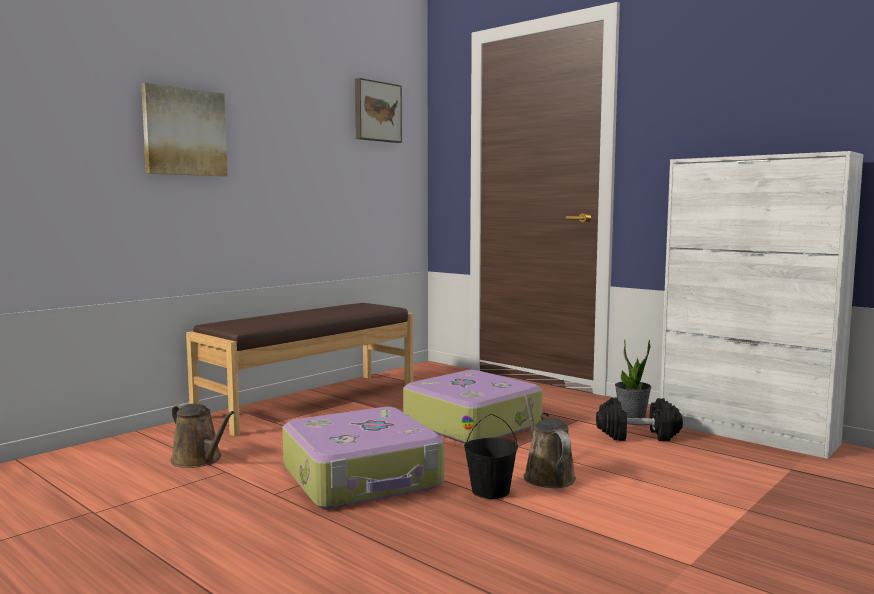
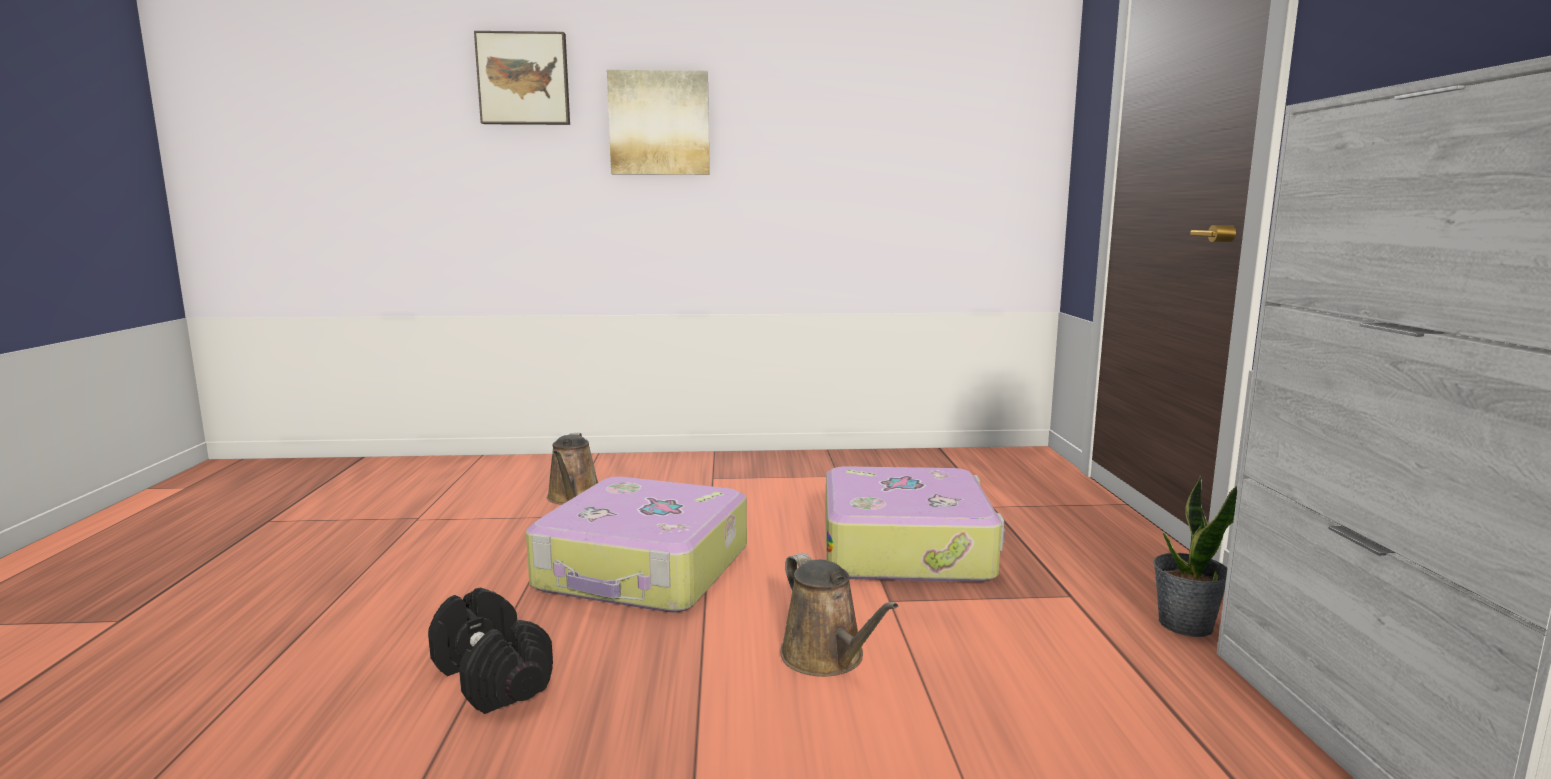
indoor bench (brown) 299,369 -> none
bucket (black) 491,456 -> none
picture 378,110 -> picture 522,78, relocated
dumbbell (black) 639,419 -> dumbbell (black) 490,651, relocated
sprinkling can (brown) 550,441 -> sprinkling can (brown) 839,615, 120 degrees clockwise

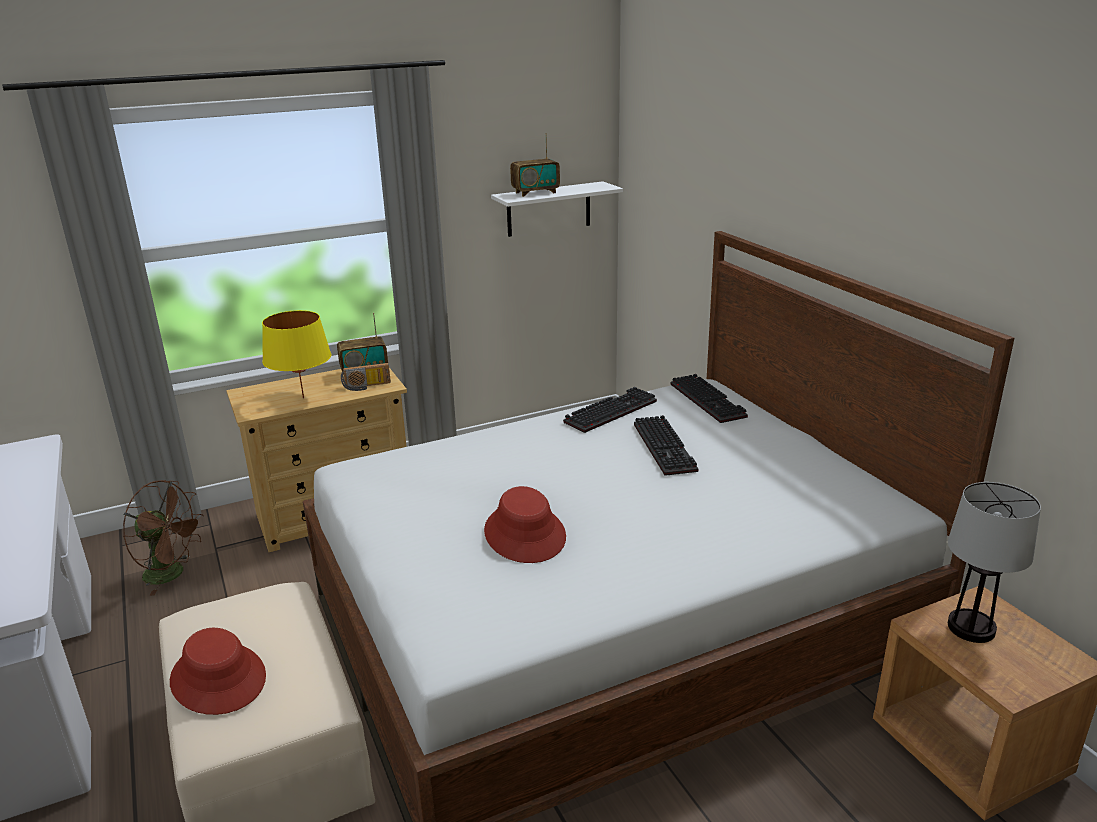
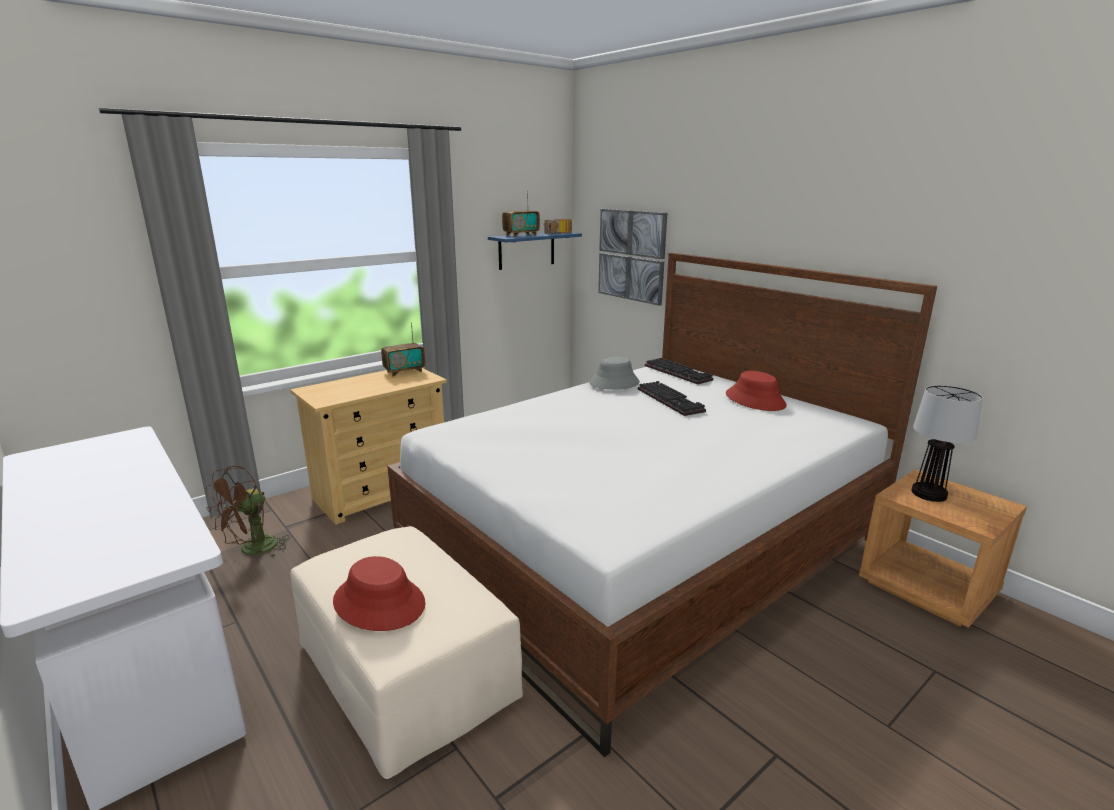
tabletop lamp (yellowish) 296,354 -> none
none -> picture 632,257
radio set 366,377 -> radio set 558,226, relocated
clothing hat (reddish) 525,524 -> clothing hat (reddish) 756,391, relocated
PC keyboard 610,410 -> clothing hat (greyish) 614,373
shelf (white-coloured) 557,209 -> shelf (bluish) 535,251
fan (brown) 163,538 -> fan (brown) 248,511, 120 degrees clockwise

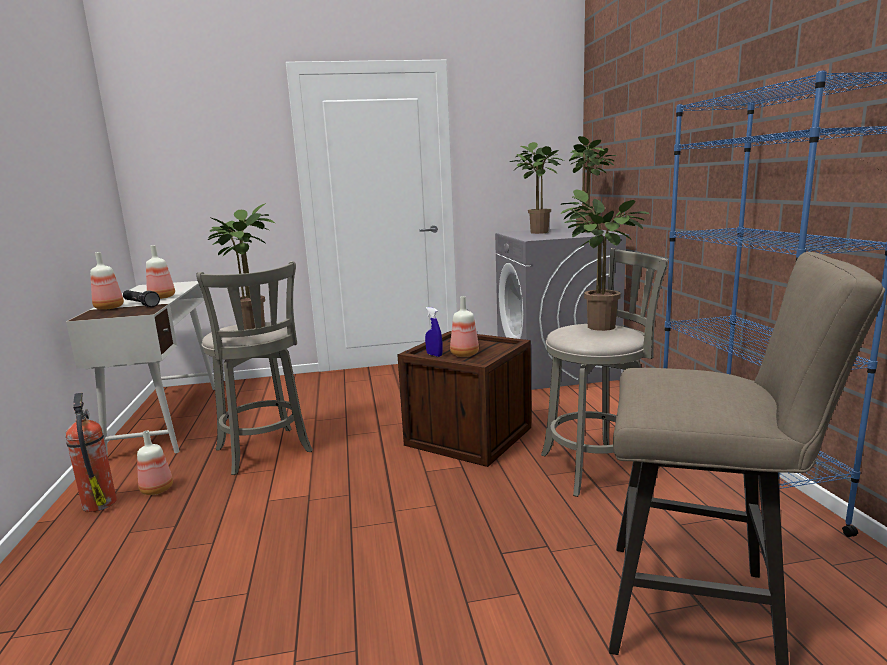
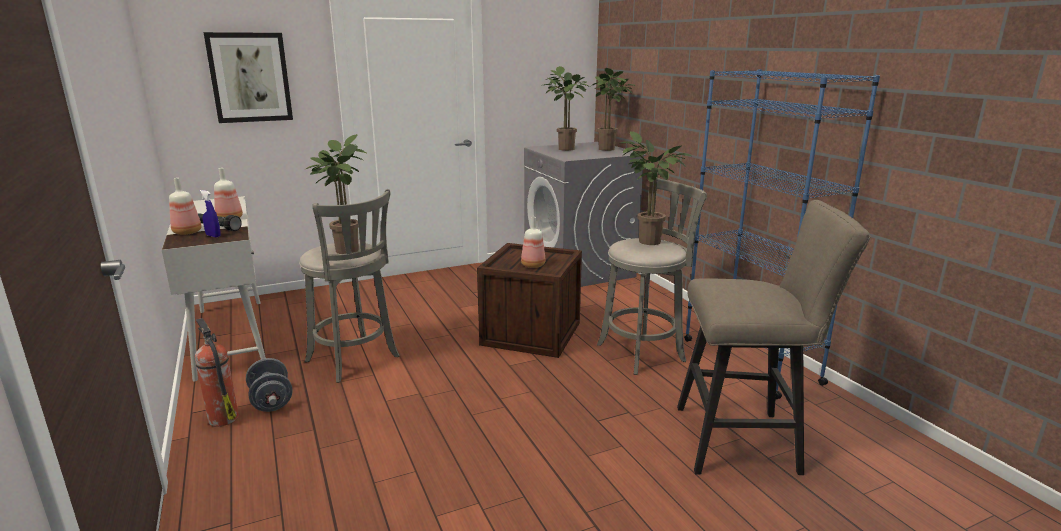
none -> picture 248,77
hand sprayer (bluish) 434,332 -> hand sprayer (bluish) 210,214, relocated
drink bottle 155,463 -> dumbbell (greyish) 269,385

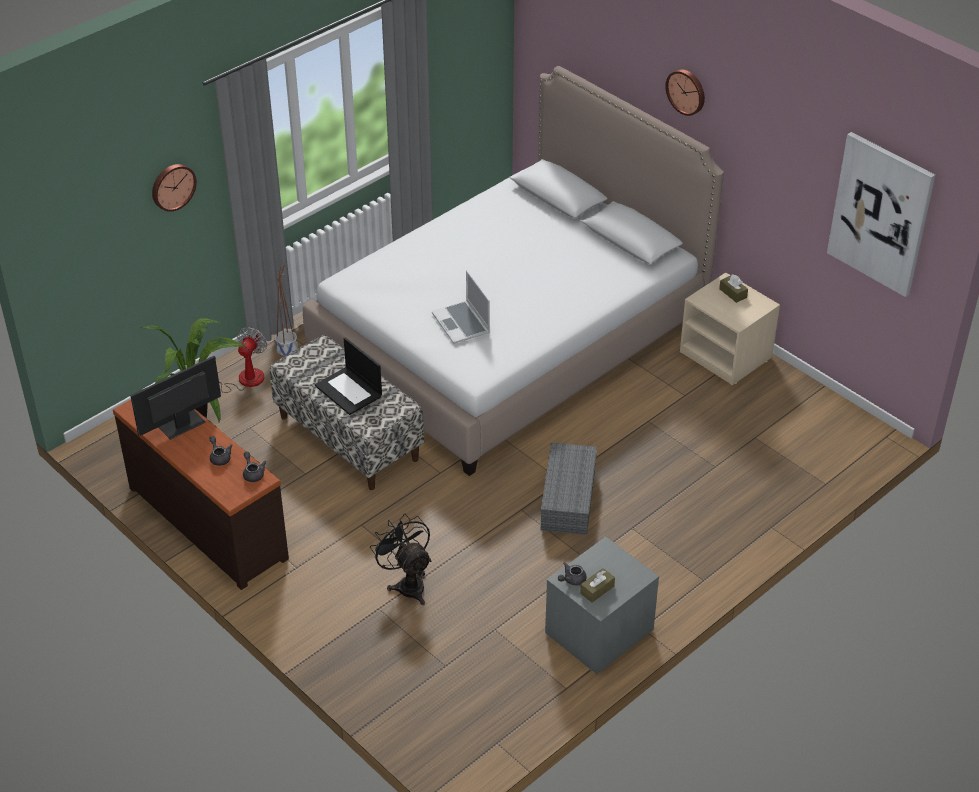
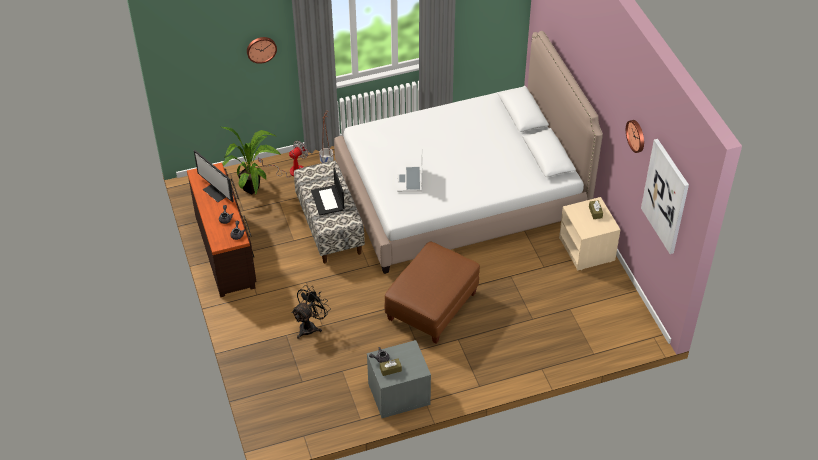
wall clock 685,92 -> wall clock 635,136, relocated
storage box (greyish) 569,489 -> footrest (brown) 432,293
computer screen 175,398 -> computer screen 214,176, 120 degrees counterclockwise
fan (black) 400,559 -> fan (black) 311,312, 45 degrees clockwise

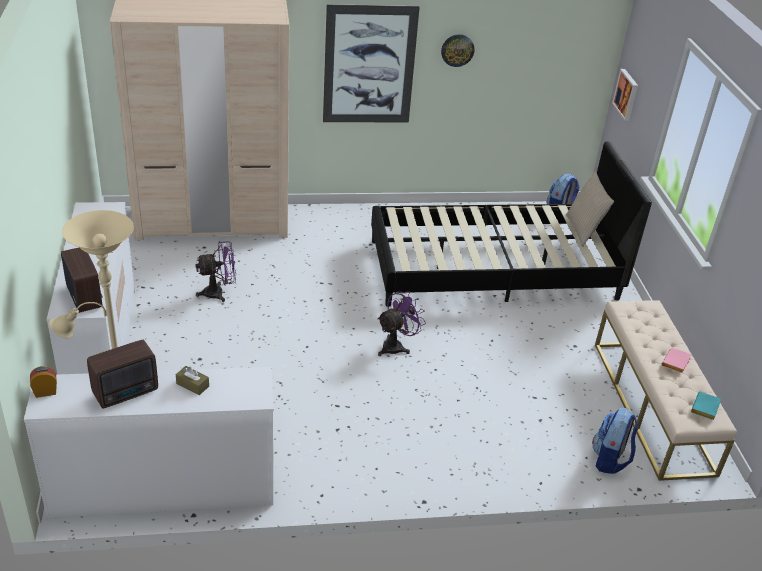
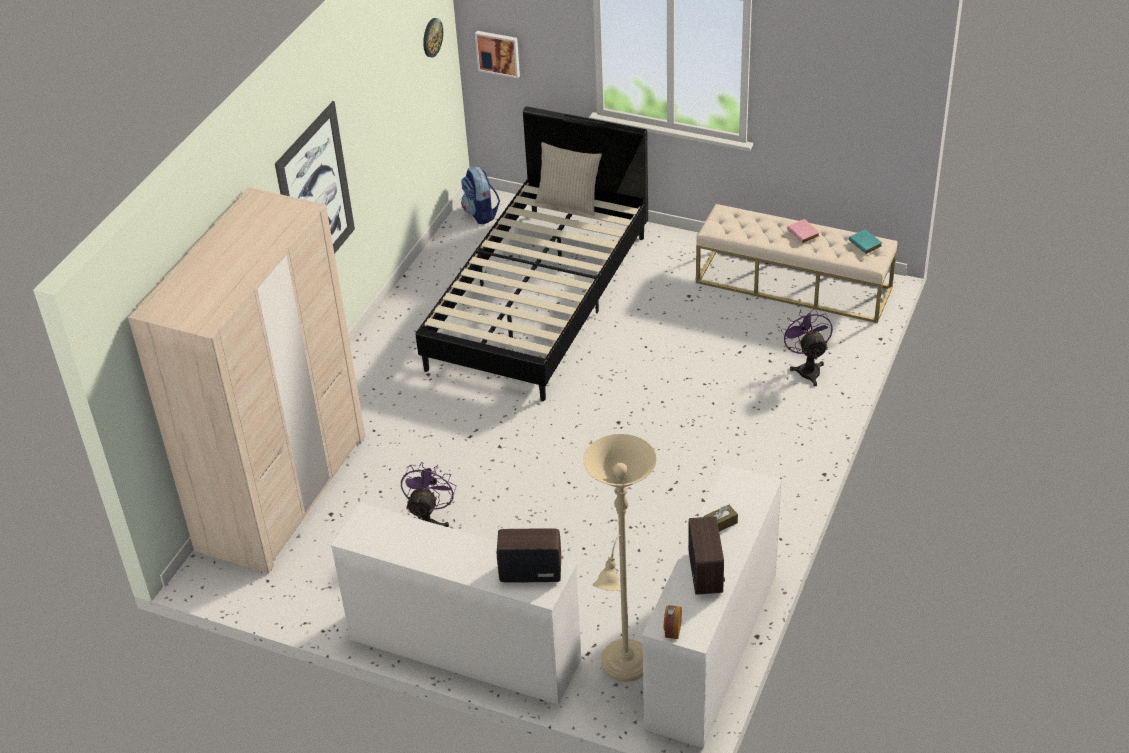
knapsack 615,441 -> none
fan (purple) 402,323 -> fan (purple) 807,347, relocated
wall clock 457,50 -> wall clock 433,37, relocated

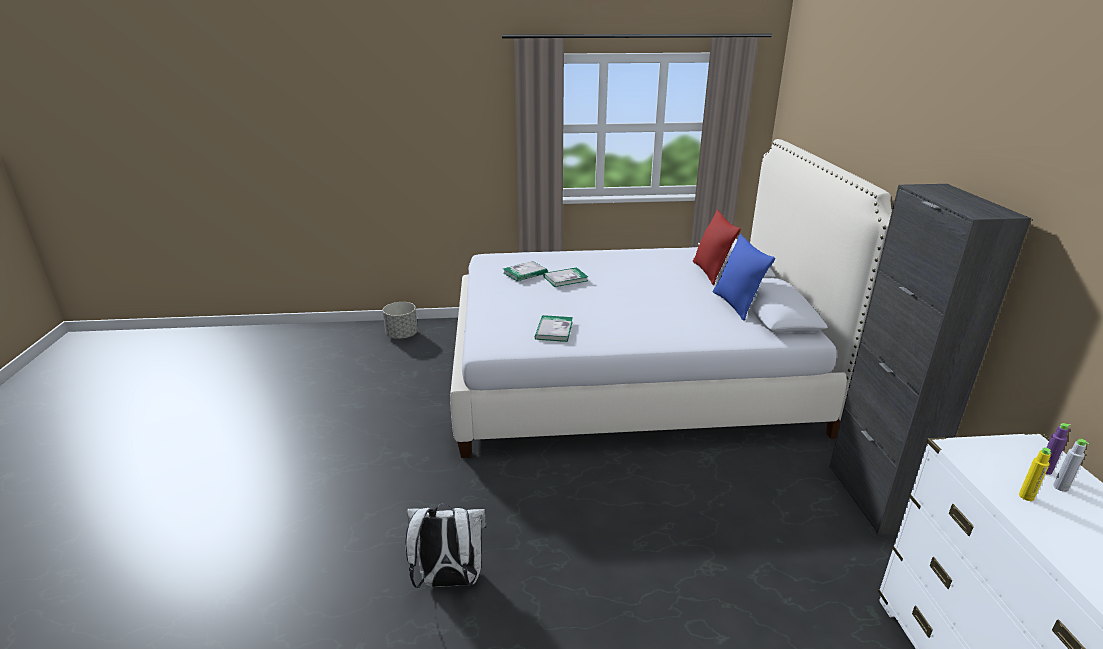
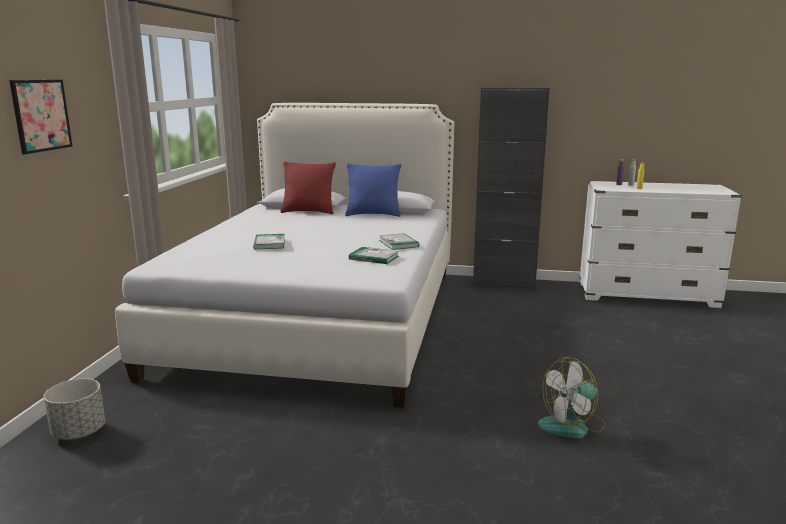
none -> picture 41,117
book 525,271 -> book 399,241, relocated
knapsack (white-coloured) 446,545 -> fan 572,397

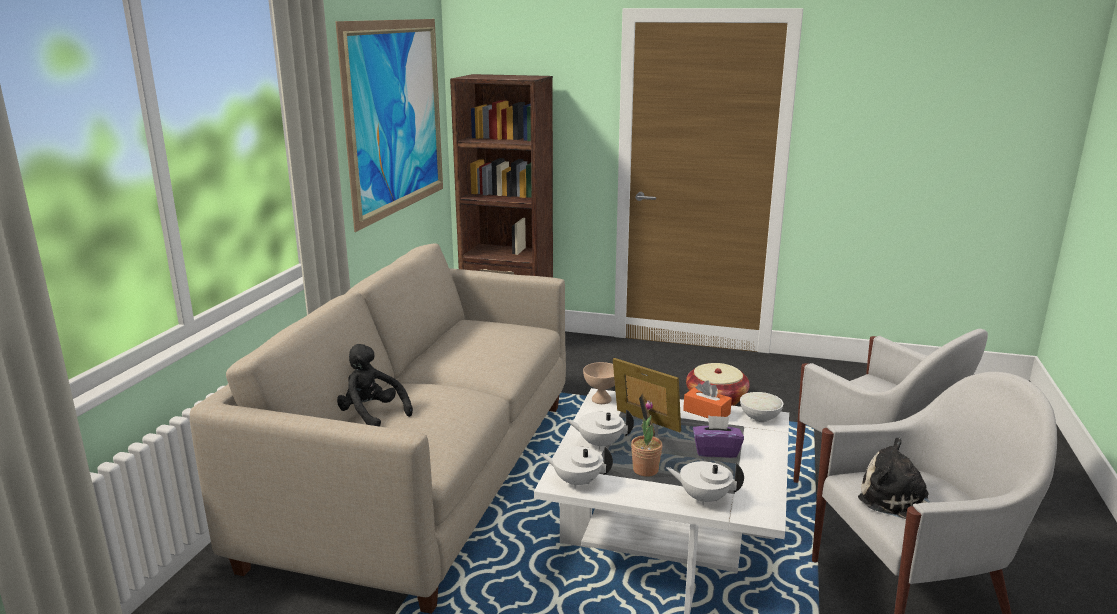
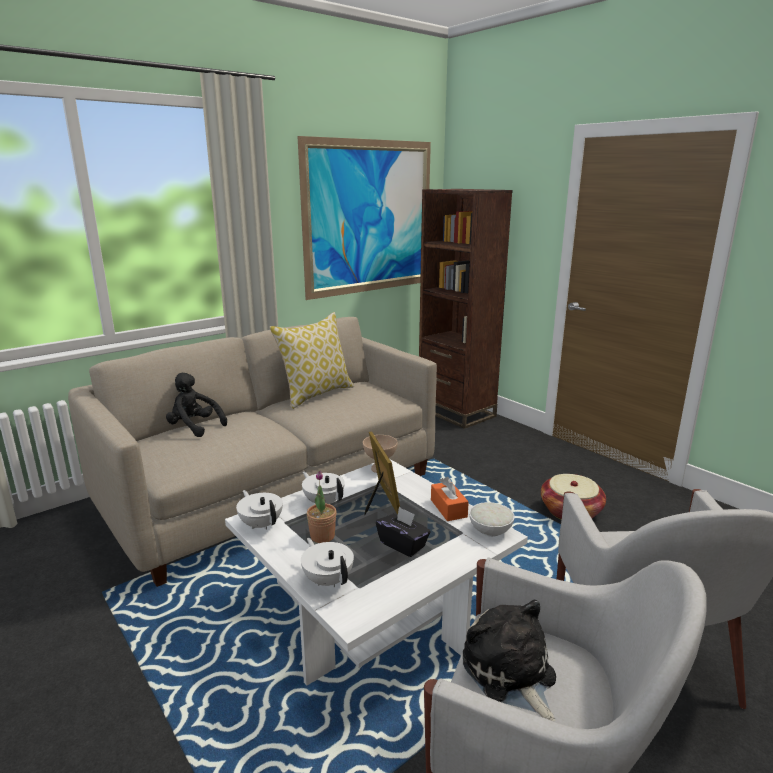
none -> throw pillow 311,360
tissue box (purple) 718,436 -> tissue box (black) 403,532
cuddly toy (black) 375,385 -> cuddly toy (black) 196,405, 45 degrees counterclockwise

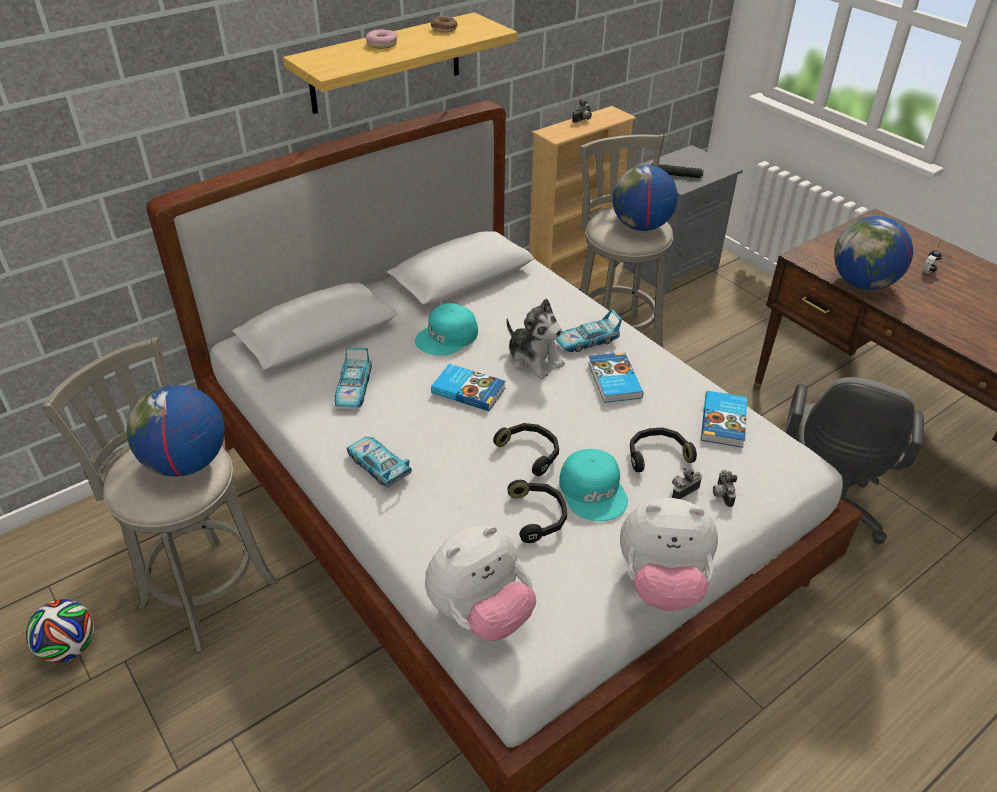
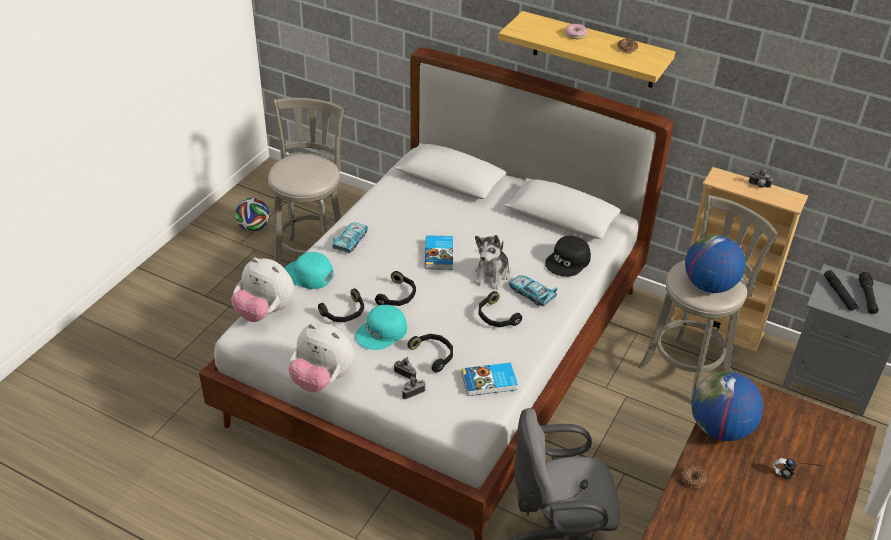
globe 176,431 -> none
model car 353,377 -> none
none -> cap (black) 568,256
none -> donut 694,477
none -> hand torch (black) 869,293
cap (blue-green) 446,329 -> cap (blue-green) 308,270, relocated
book 616,377 -> pair of headphones (black) 500,309
cuddly toy 669,554 -> cuddly toy 321,357, 45 degrees counterclockwise

